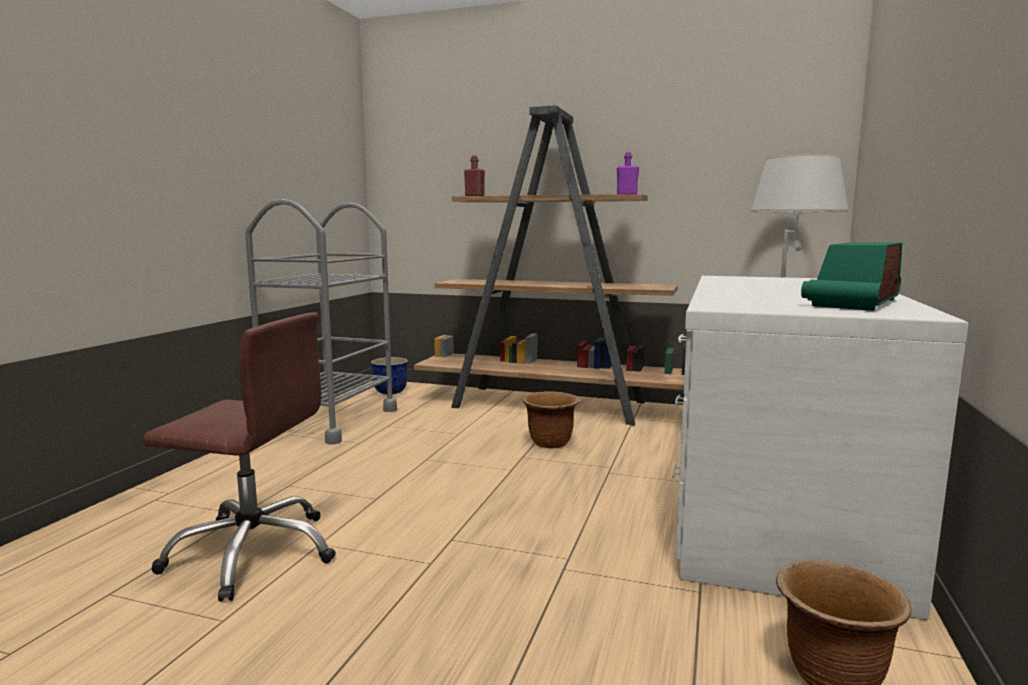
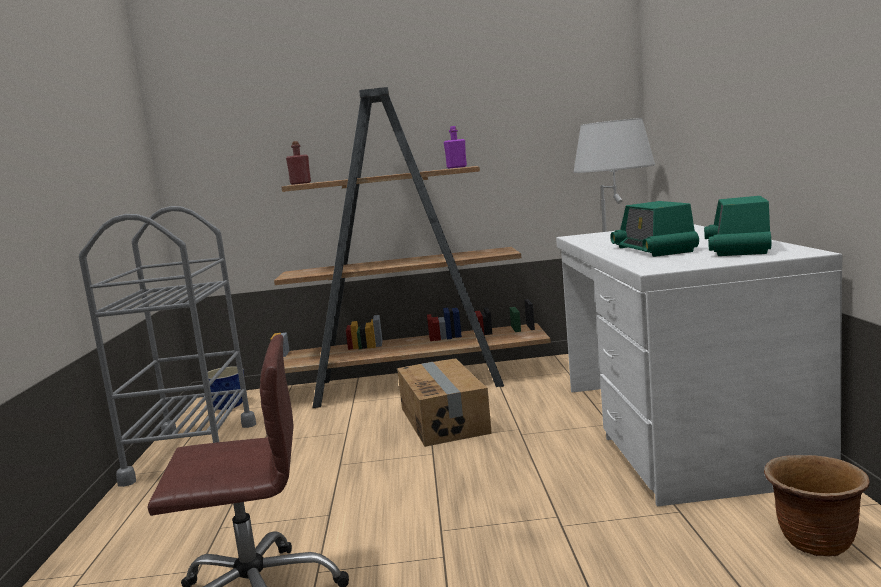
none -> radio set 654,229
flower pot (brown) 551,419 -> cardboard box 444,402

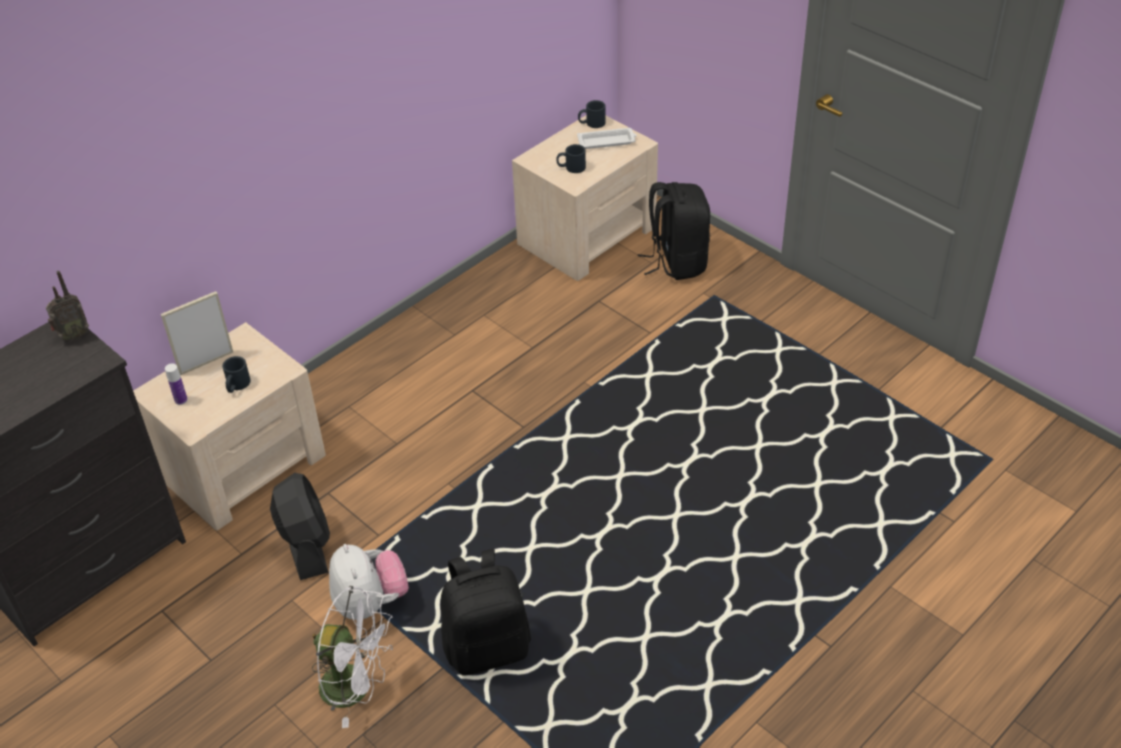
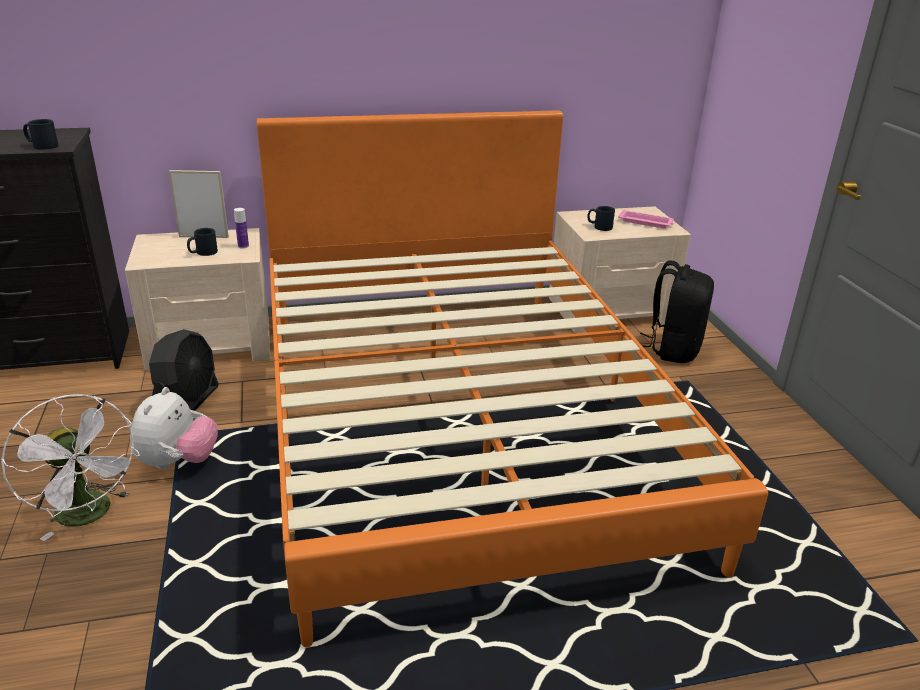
radio set 67,306 -> none
knapsack (black) 486,612 -> none
none -> bed (orangey) 512,378
drink bottle 176,384 -> drink bottle 241,228, relocated
coffee mug (black) 591,114 -> coffee mug (black) 40,134, relocated
serving tray (white-coloured) 607,138 -> serving tray (pinkish) 646,218

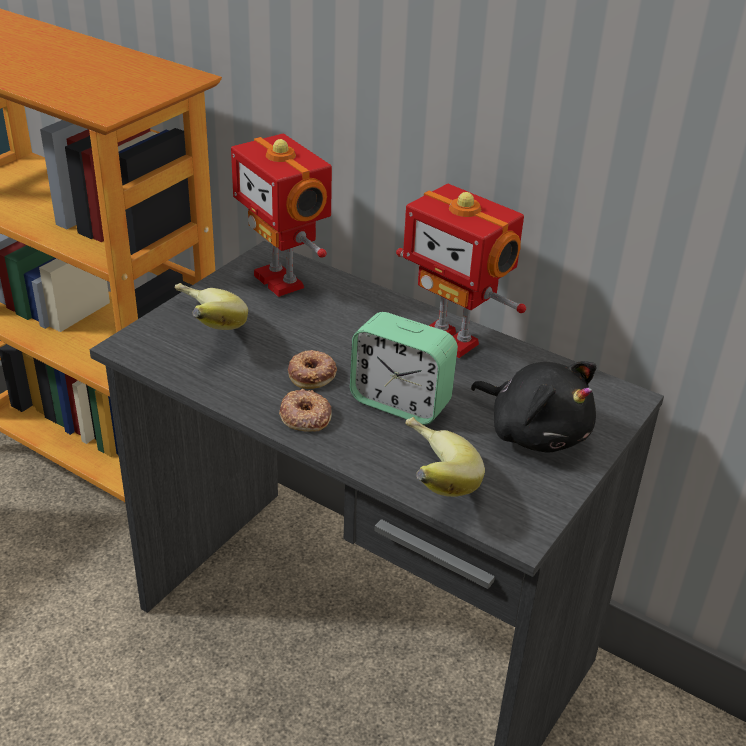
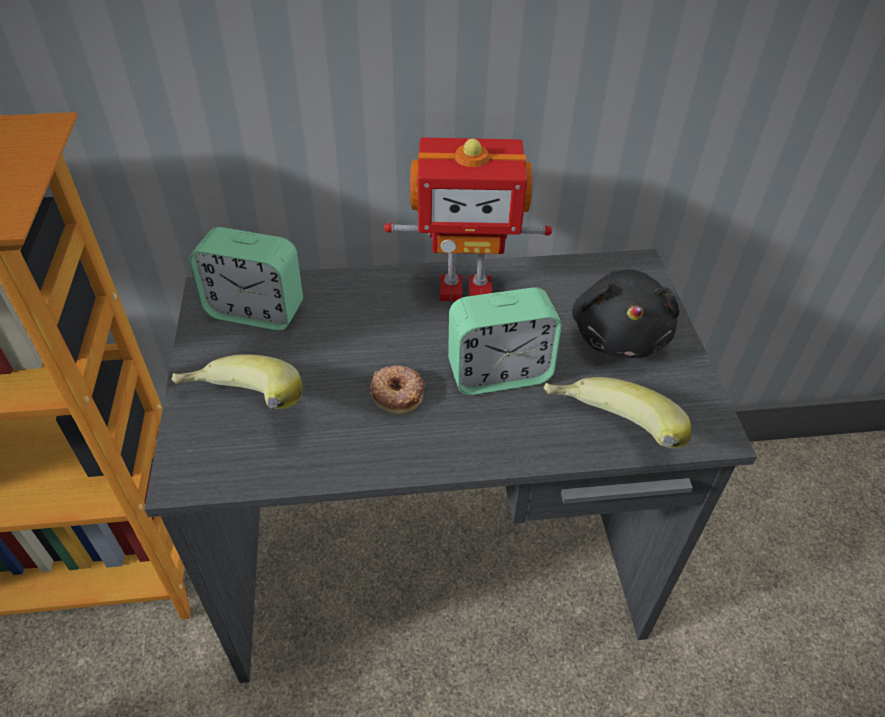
donut 305,410 -> none
toy robot 281,215 -> alarm clock 246,279
cuddly toy (black) 534,407 -> cuddly toy (black) 626,313, 90 degrees clockwise

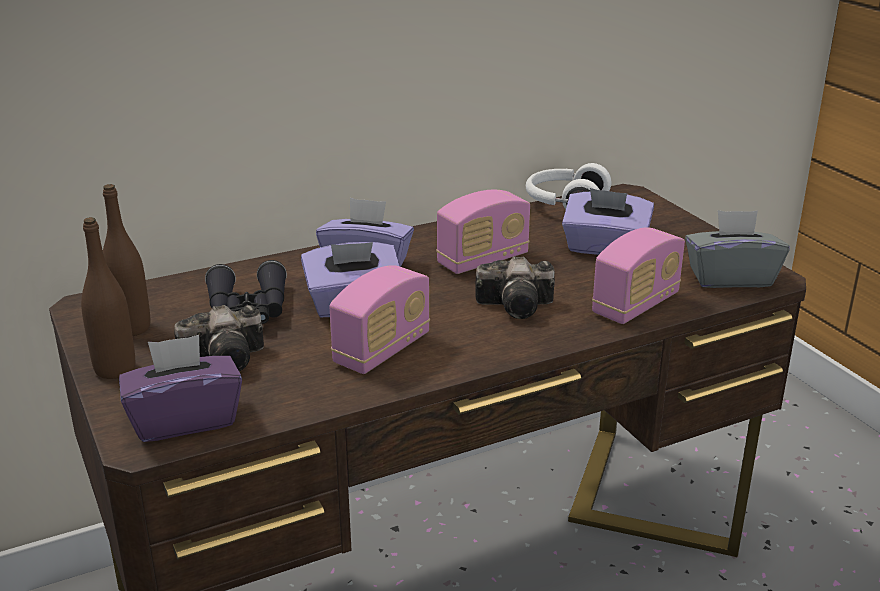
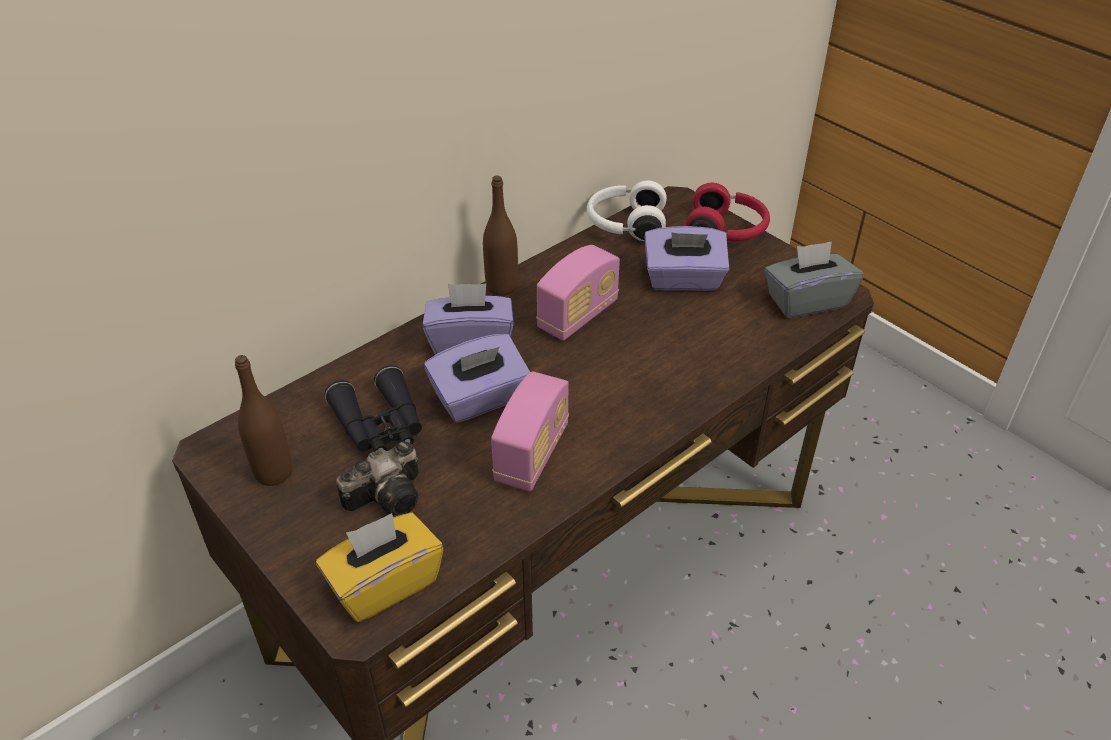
photo camera 515,287 -> none
radio set 638,275 -> none
none -> pair of headphones (reddish) 728,212
drink bottle (brown) 108,298 -> drink bottle (brown) 500,235, relocated
tissue box (purple) 180,388 -> tissue box (yellowish) 379,567

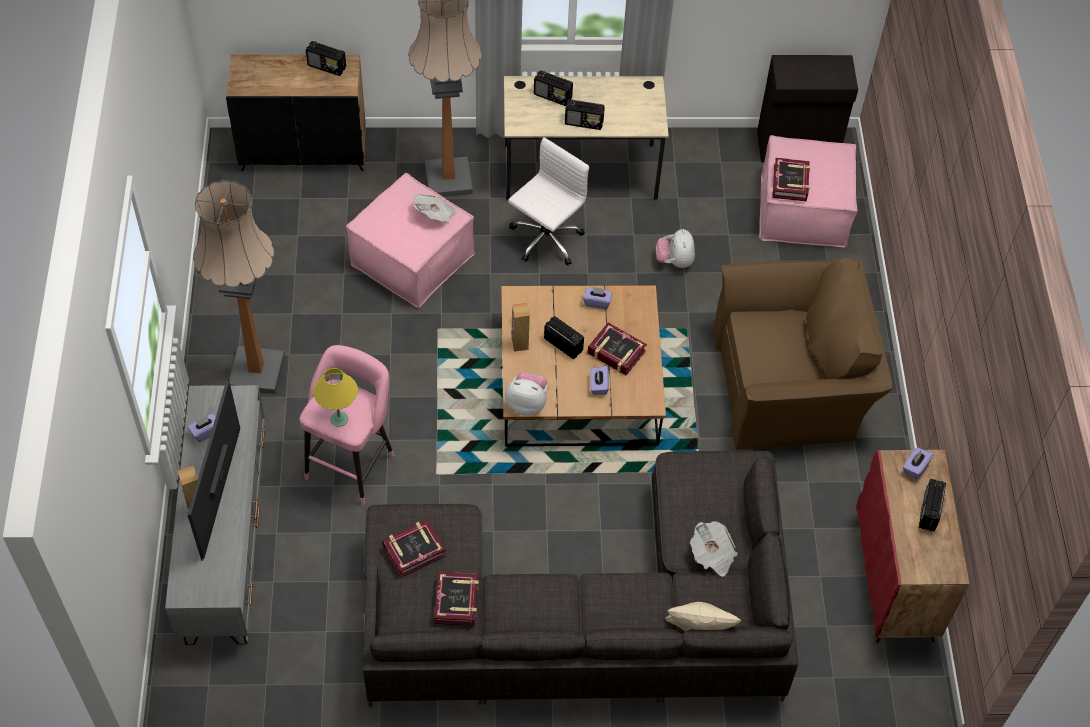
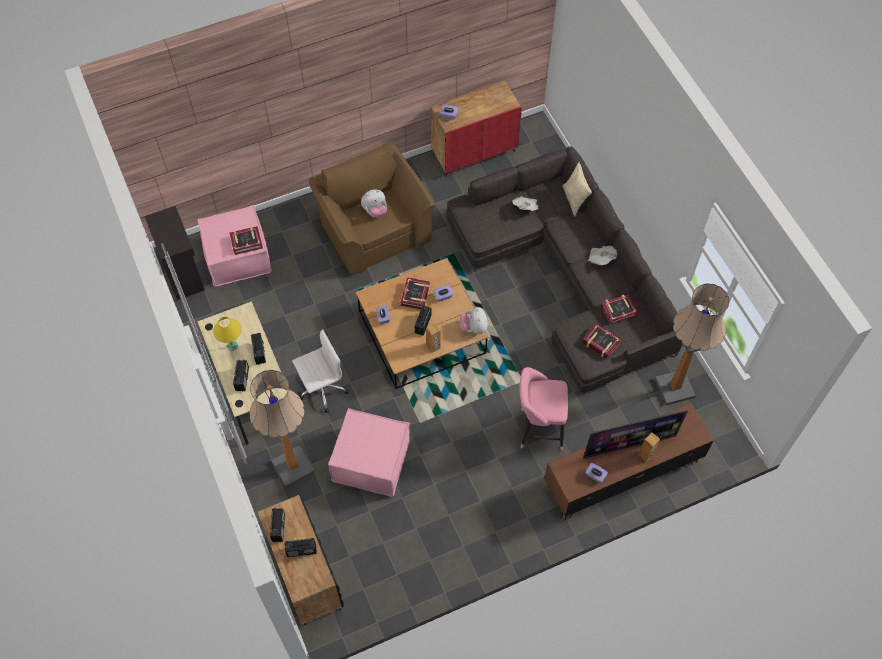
floor lamp 239,287 -> floor lamp 692,344, relocated
tabletop lamp (yellowish) 335,397 -> tabletop lamp (yellowish) 227,334, relocated
daily paper 435,208 -> daily paper 602,255, relocated
cuddly toy 675,248 -> cuddly toy 374,204, relocated
radio set 932,505 -> radio set 300,547, relocated
media console (greyish) 215,515 -> media console (brown) 629,461
computer chair (white-coloured) 548,201 -> computer chair (white-coloured) 320,371, 135 degrees clockwise

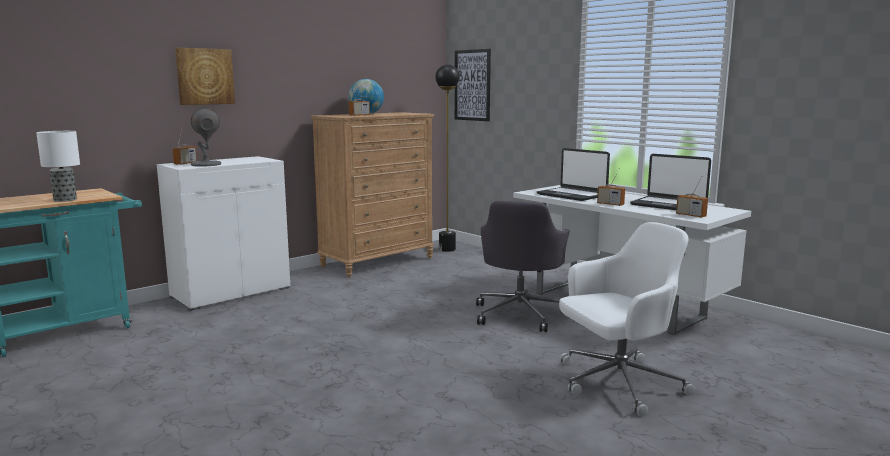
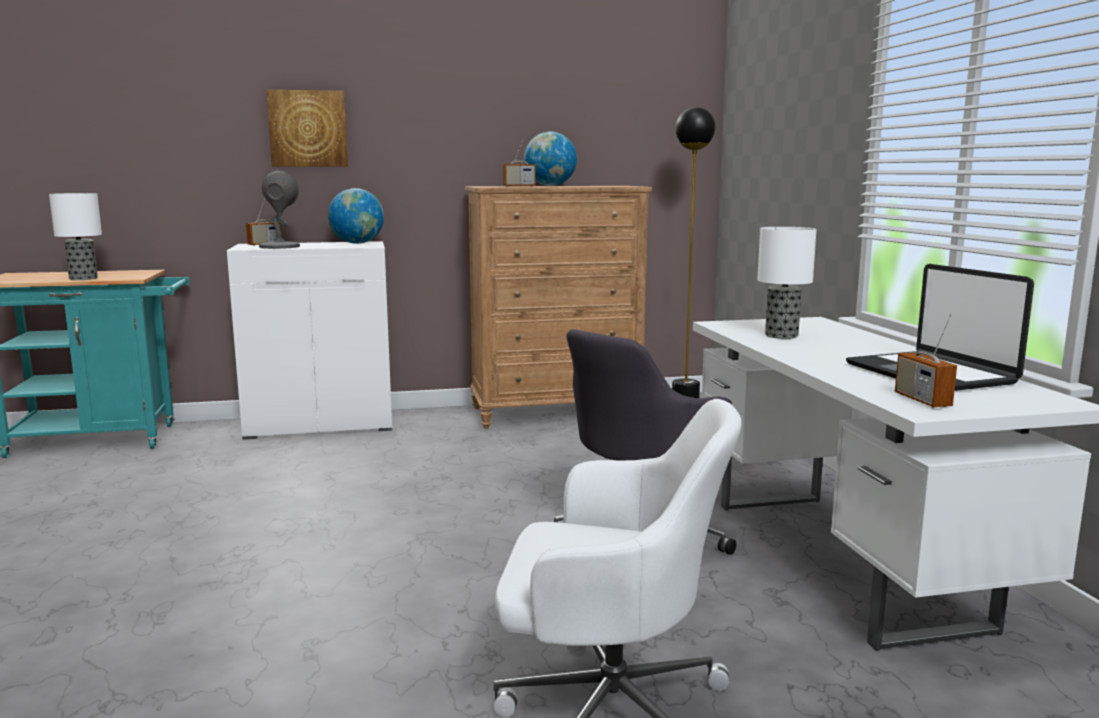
picture 473,85 -> none
radio set 611,187 -> none
none -> globe 356,216
laptop 573,174 -> tabletop lamp 787,283

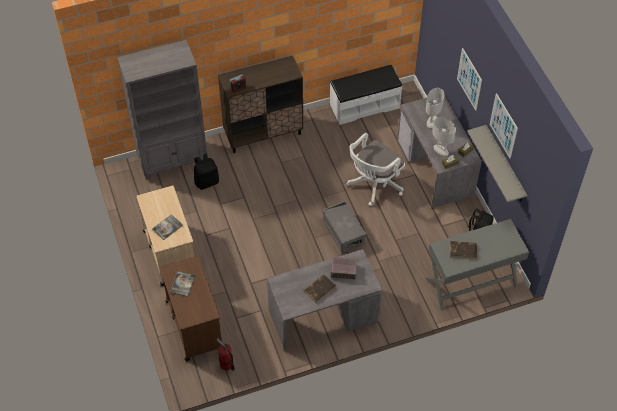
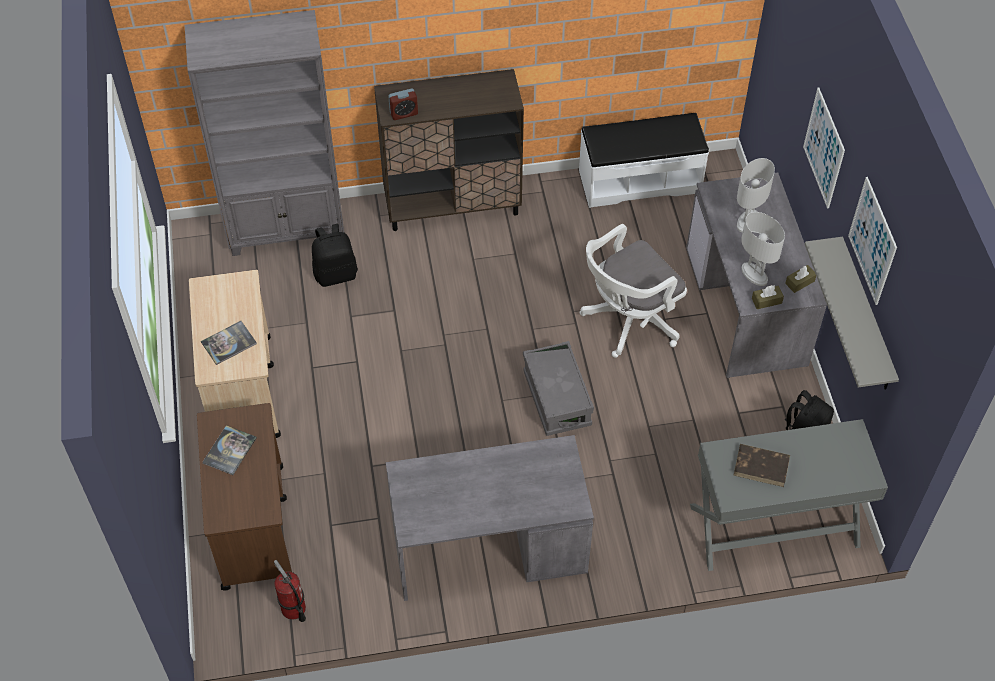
book (brown) 319,288 -> none
radio set 344,268 -> none

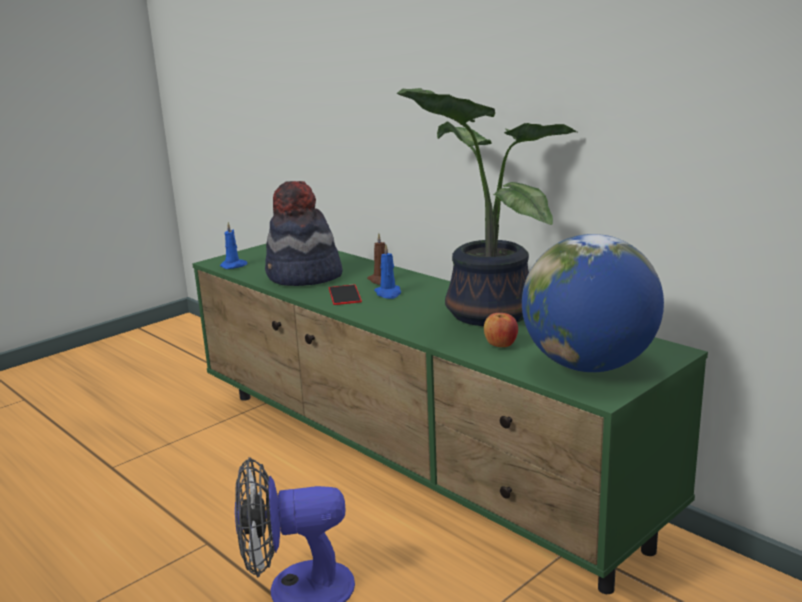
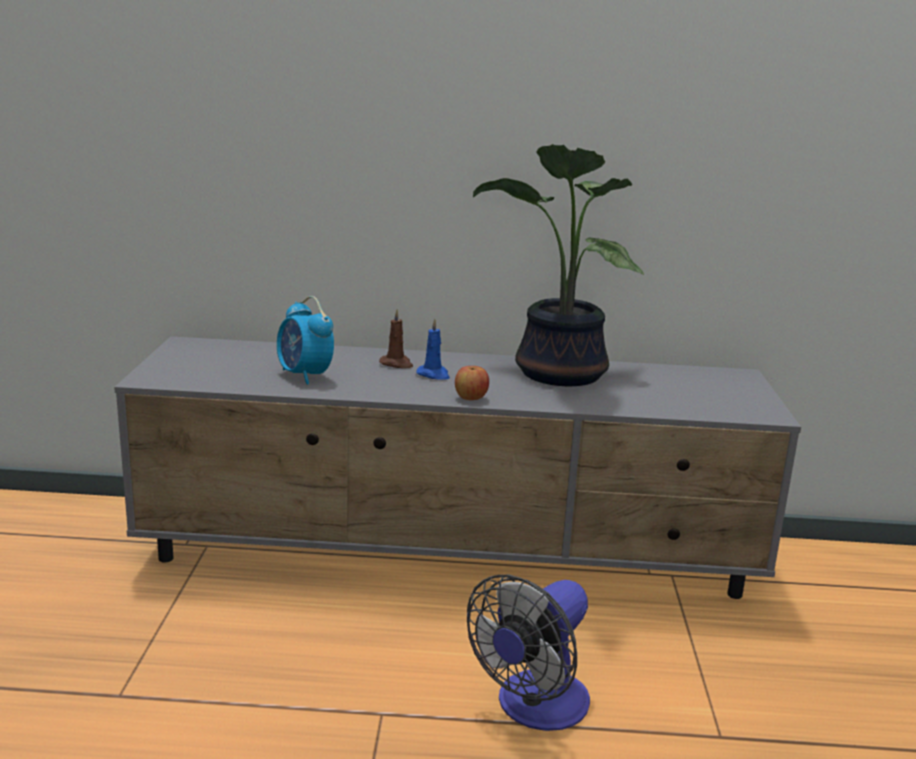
candle (bluish) 234,245 -> none
telephone 345,294 -> none
globe 593,303 -> none
apple 501,330 -> apple 472,383, relocated
clothing hat 303,233 -> alarm clock 305,340
media console (green) 450,419 -> media console (greyish) 457,467

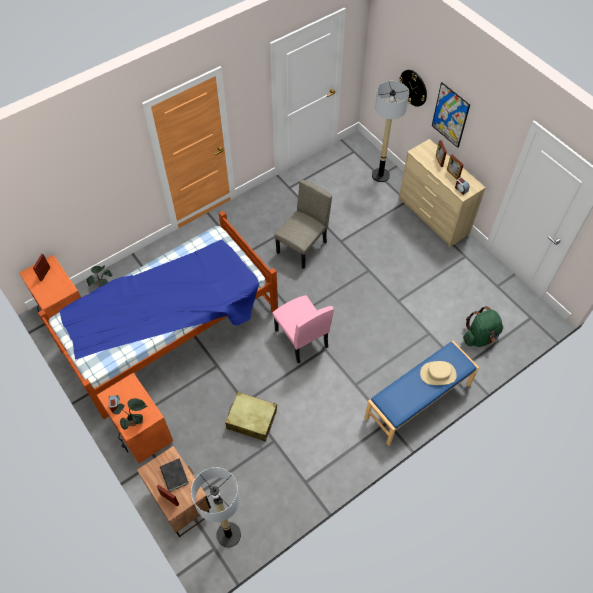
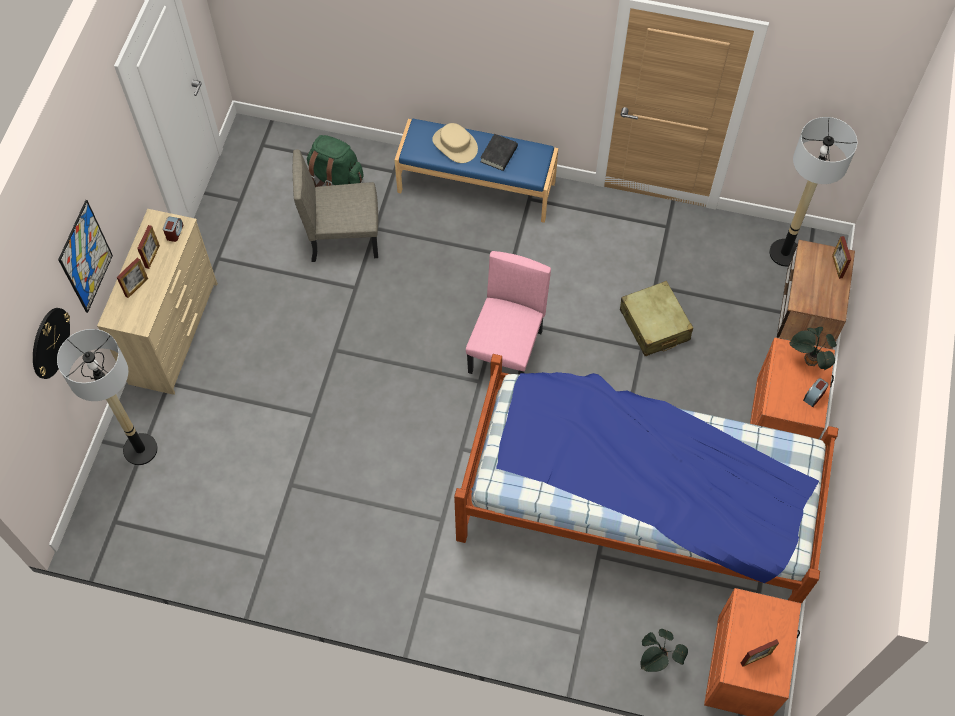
book (black) 174,475 -> book (black) 499,152, relocated
chair (beige-coloured) 303,224 -> chair (beige-coloured) 335,205, relocated

